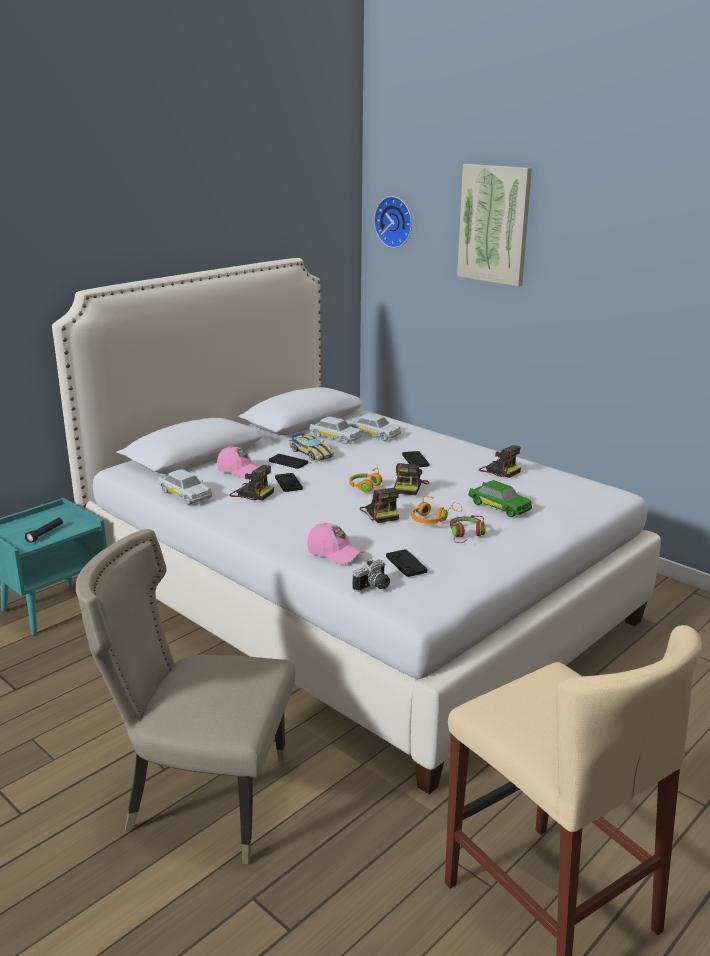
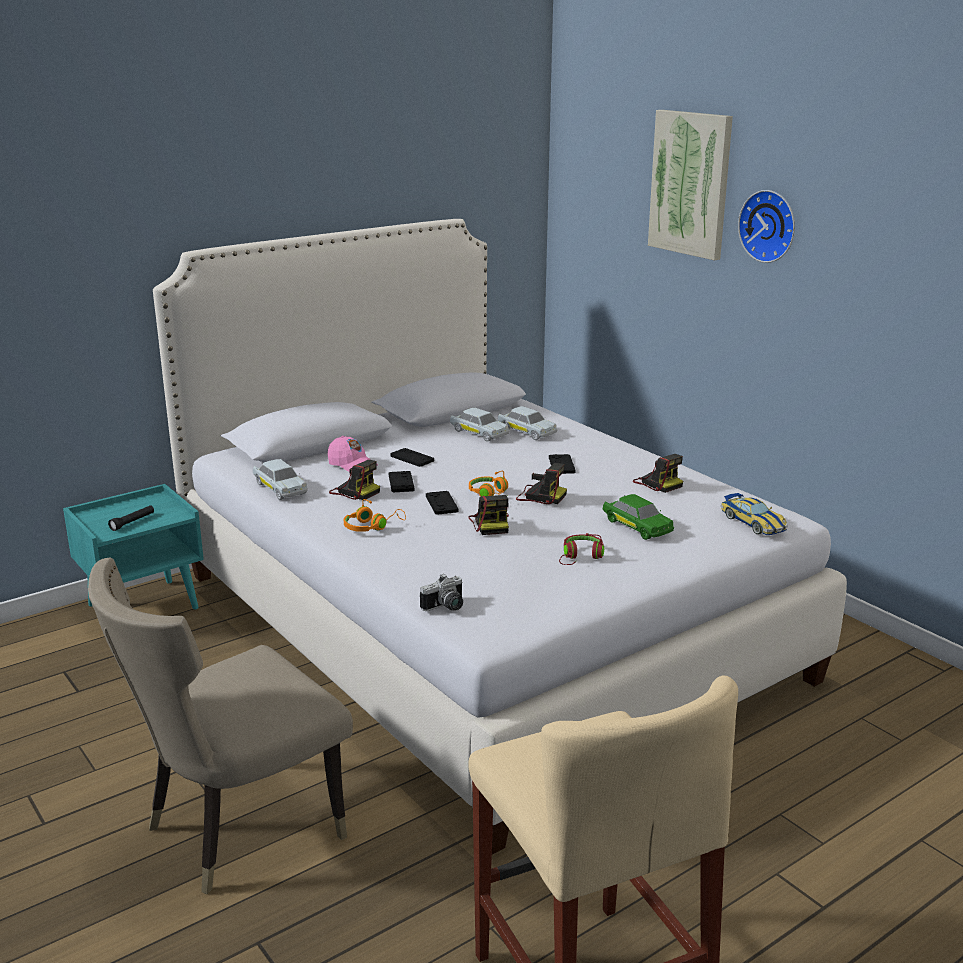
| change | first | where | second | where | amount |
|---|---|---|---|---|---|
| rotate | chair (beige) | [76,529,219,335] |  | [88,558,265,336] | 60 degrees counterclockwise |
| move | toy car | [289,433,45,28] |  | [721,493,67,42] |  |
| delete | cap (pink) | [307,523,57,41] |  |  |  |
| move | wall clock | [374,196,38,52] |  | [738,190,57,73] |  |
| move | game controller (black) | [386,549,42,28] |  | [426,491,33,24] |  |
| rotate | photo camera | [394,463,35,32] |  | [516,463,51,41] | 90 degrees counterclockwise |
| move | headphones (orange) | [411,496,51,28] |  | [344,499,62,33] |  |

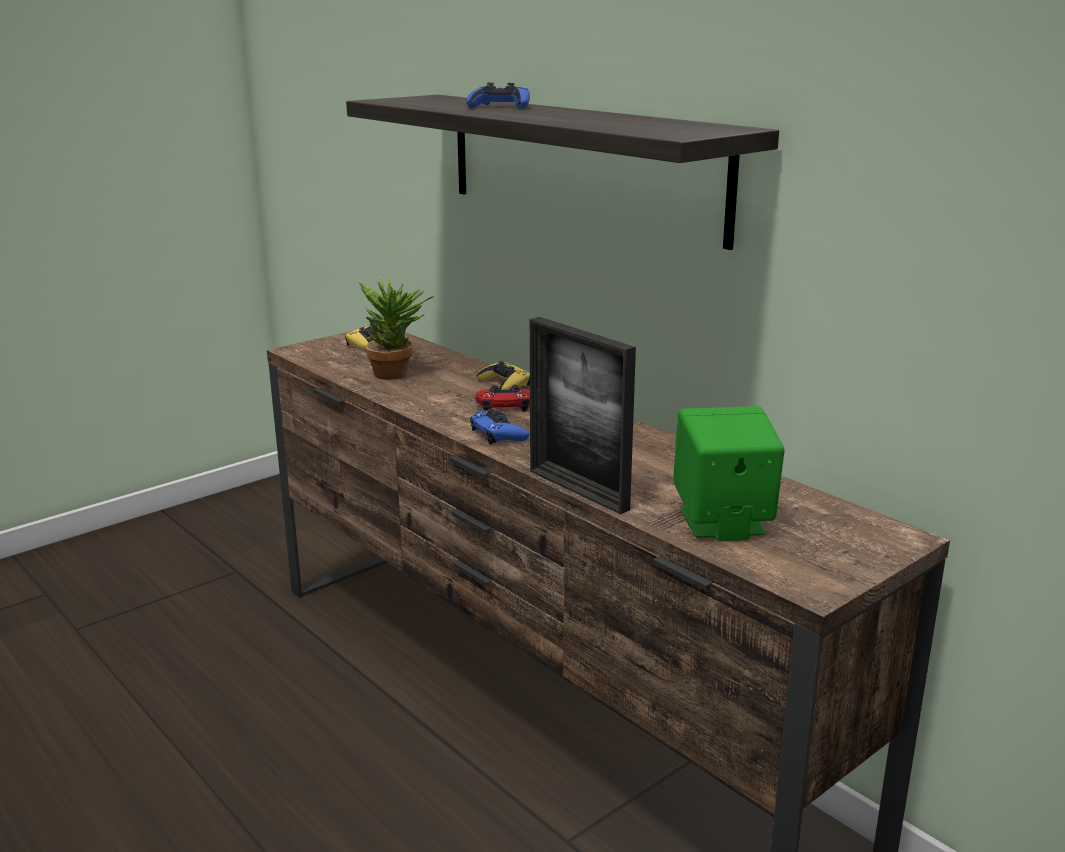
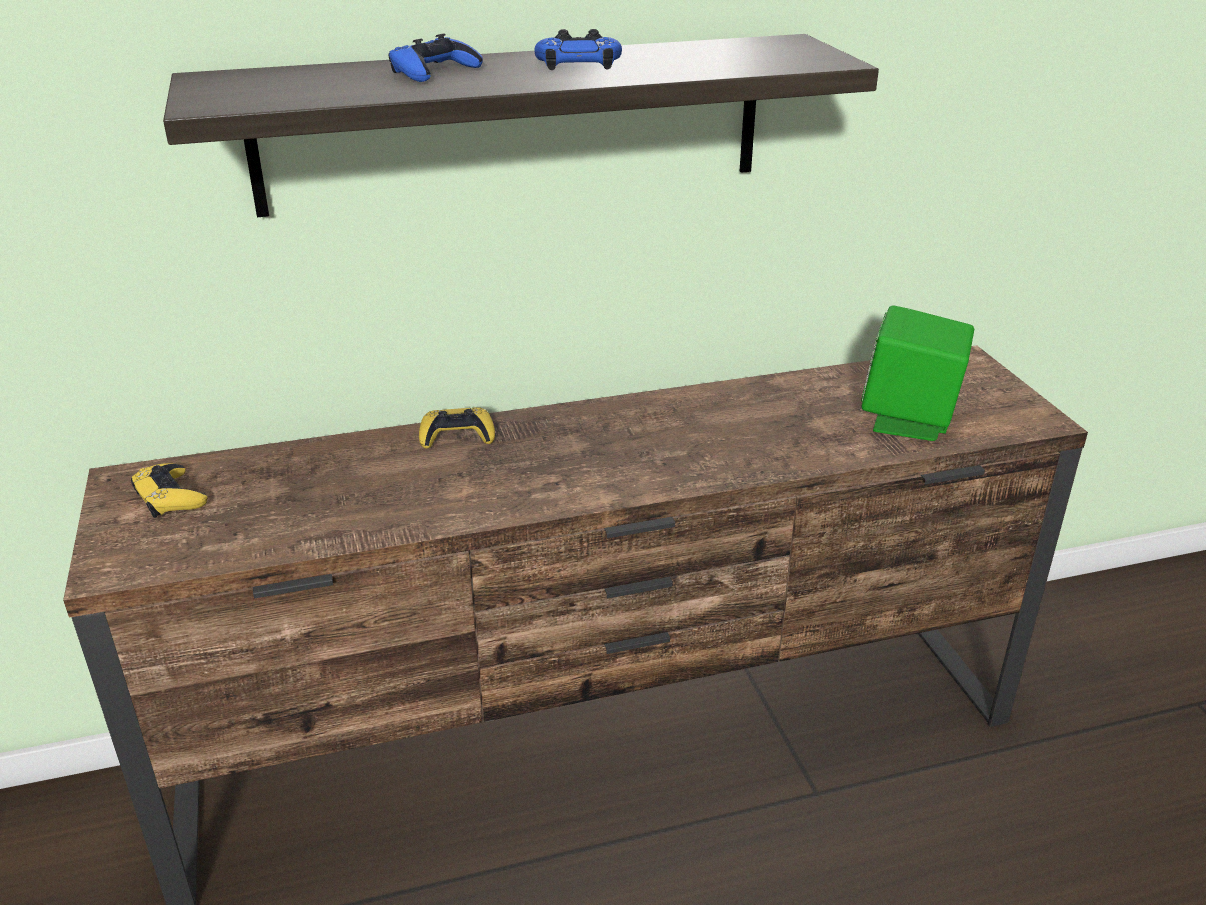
| change | first | where | second | where | amount |
|---|---|---|---|---|---|
| delete | potted plant | [358,277,76,103] |  |  |  |
| move | game controller (blue) | [470,408,59,37] |  | [534,29,88,41] |  |
| delete | game controller (red) | [475,385,55,27] |  |  |  |
| delete | picture frame | [530,317,106,197] |  |  |  |

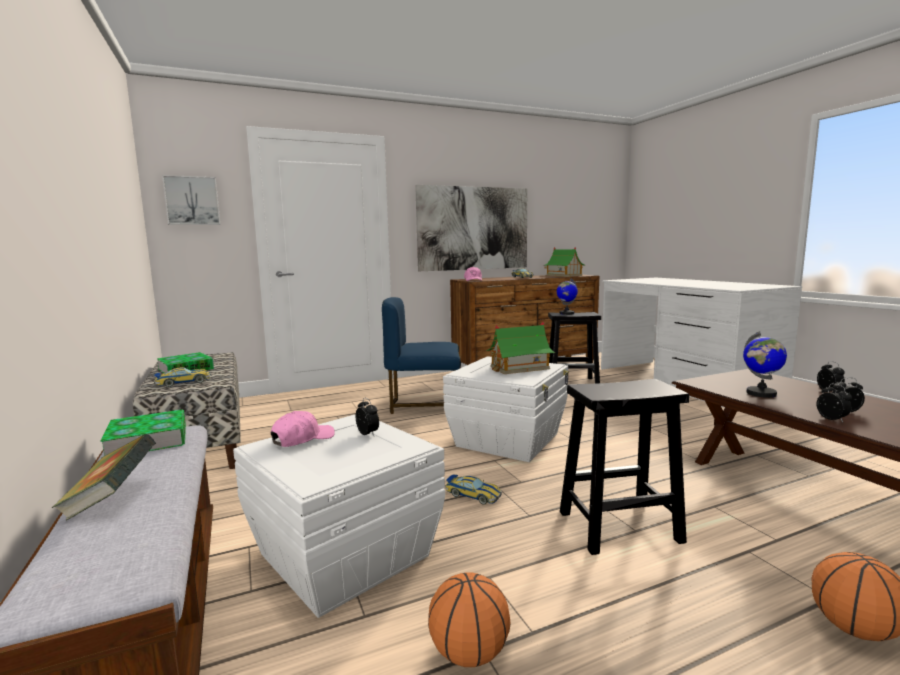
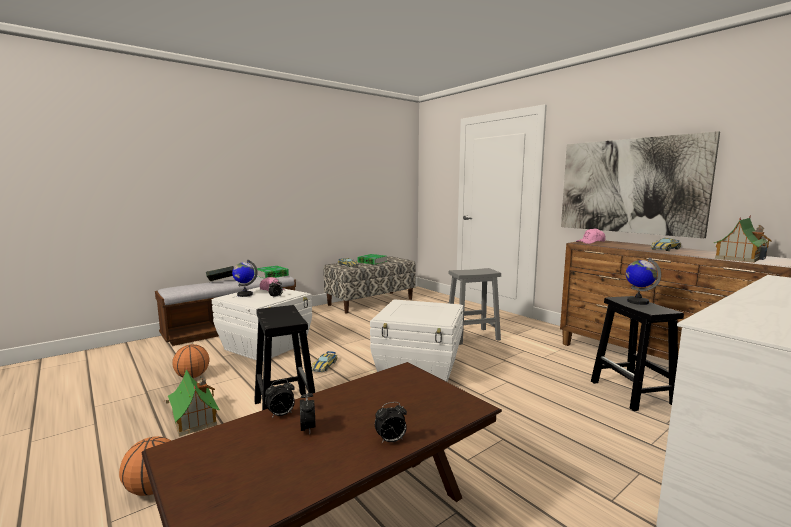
| change | first | where | second | where | amount |
|---|---|---|---|---|---|
| delete | picture | [162,175,58,50] |  |  |  |
| replace | chair (blue) | [382,297,79,117] | stool (grey) | [449,268,52,77] |  |
| move | toy house | [486,322,69,52] |  | [166,368,54,69] |  |
| move | globe | [743,331,44,67] |  | [232,260,26,37] |  |

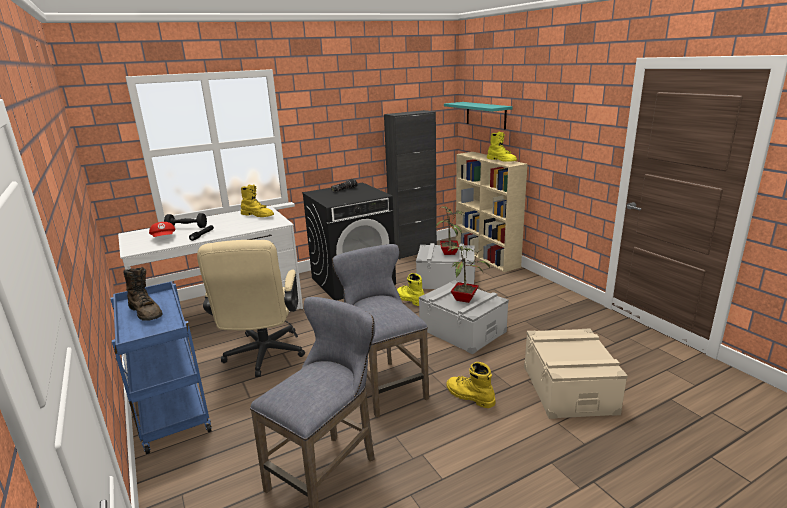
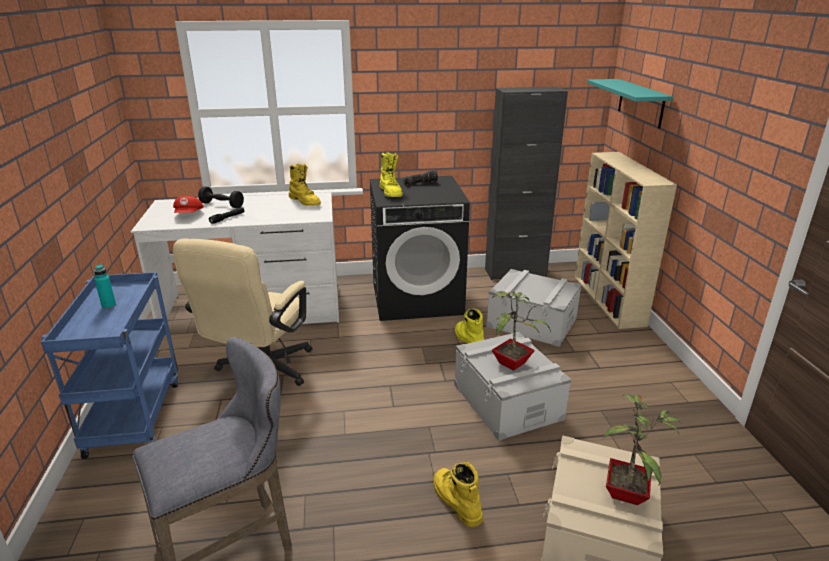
| change | first | where | second | where | amount |
|---|---|---|---|---|---|
| replace | boot (brown) | [124,267,39,54] | bottle (turquoise) | [94,264,22,45] |  |
| delete | stool (grey) | [332,244,97,174] |  |  |  |
| move | potted plant | [435,206,30,49] |  | [603,394,77,111] |  |
| move | boot (yellow) | [487,132,30,30] |  | [380,152,23,45] |  |

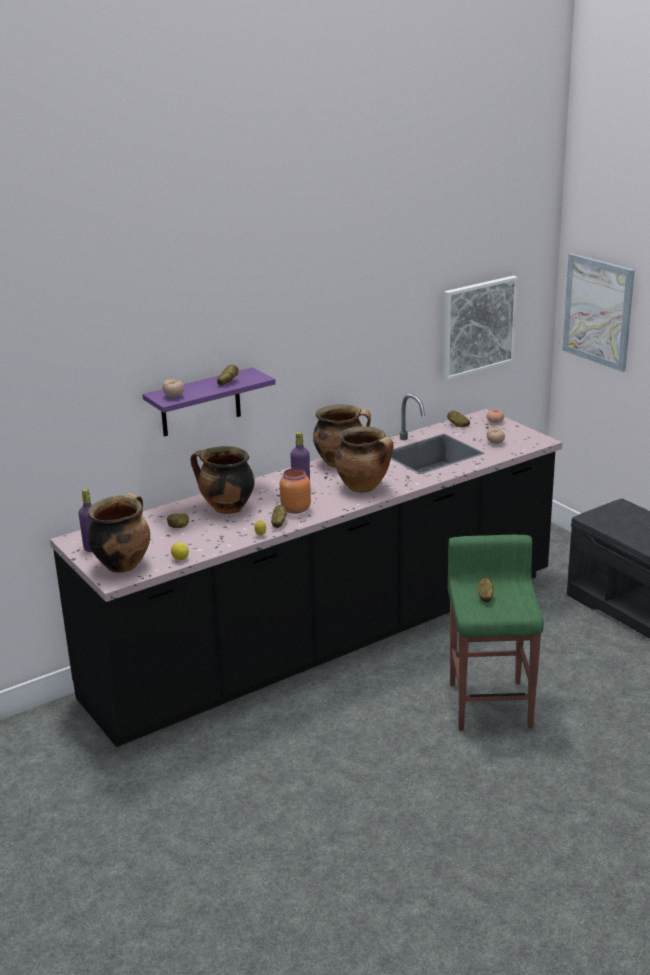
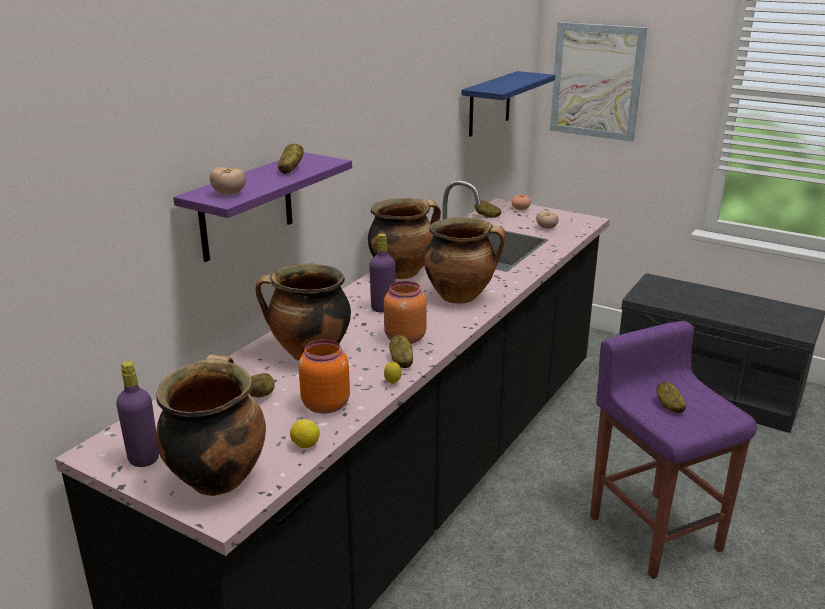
| change | first | where | second | where | amount |
|---|---|---|---|---|---|
| replace | picture | [443,276,75,104] | shelf (blue) | [462,71,93,66] |  |
| recolor | stool (green) | [448,535,96,196] | stool (purple) | [590,321,167,258] |  |
| insert |  |  | jar (orange) | [299,339,51,75] |  |

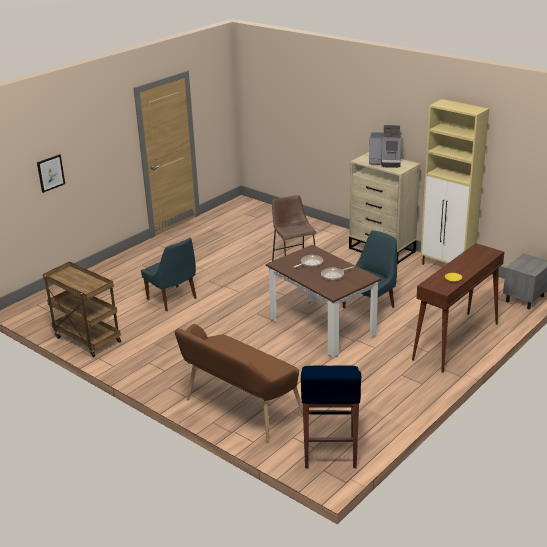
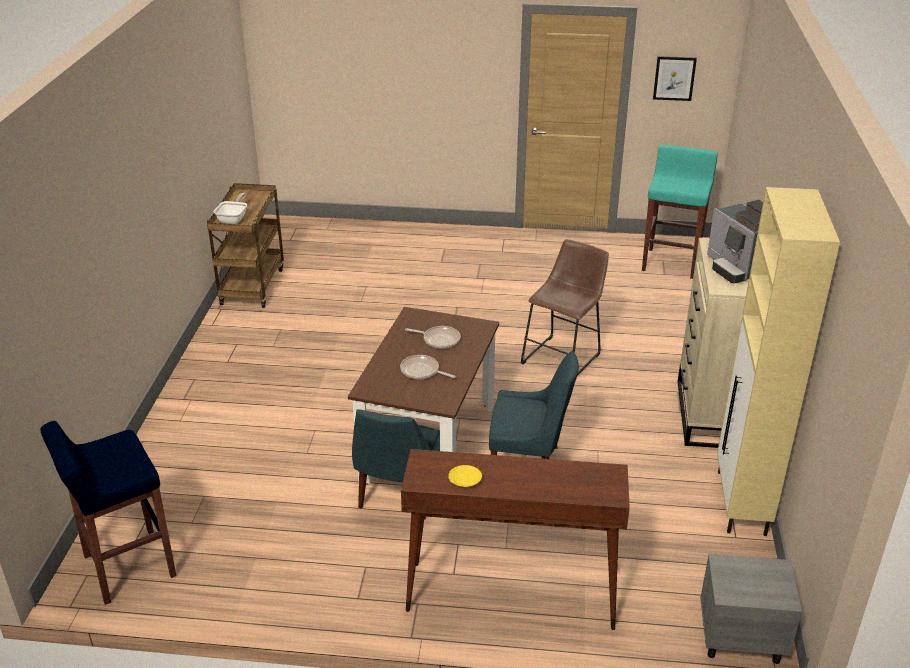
| change | first | where | second | where | amount |
|---|---|---|---|---|---|
| move | picture | [37,154,28,39] |  | [653,56,44,45] |  |
| move | chair (blue) | [141,238,56,73] |  | [352,409,88,111] |  |
| delete | bench (brown) | [175,324,128,119] |  |  |  |
| insert |  |  | frying pan | [214,193,33,31] |  |
| insert |  |  | stool (turquoise) | [642,145,76,134] |  |

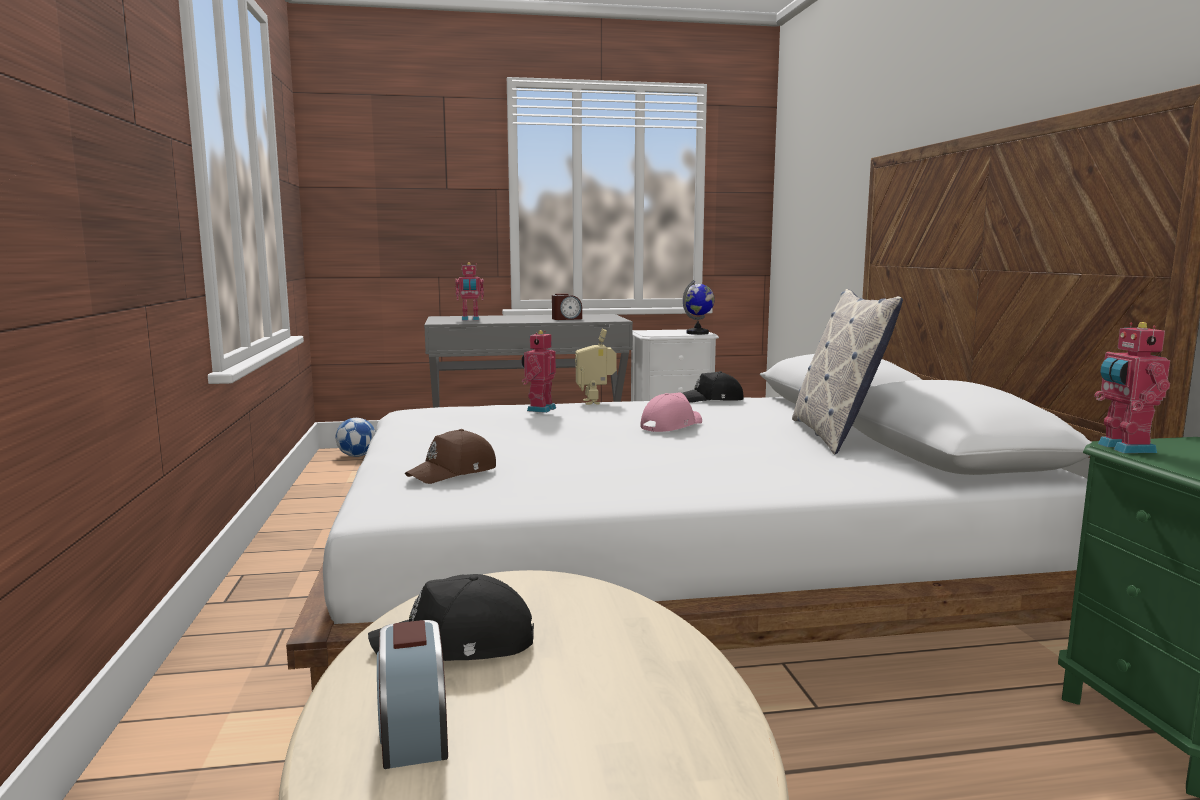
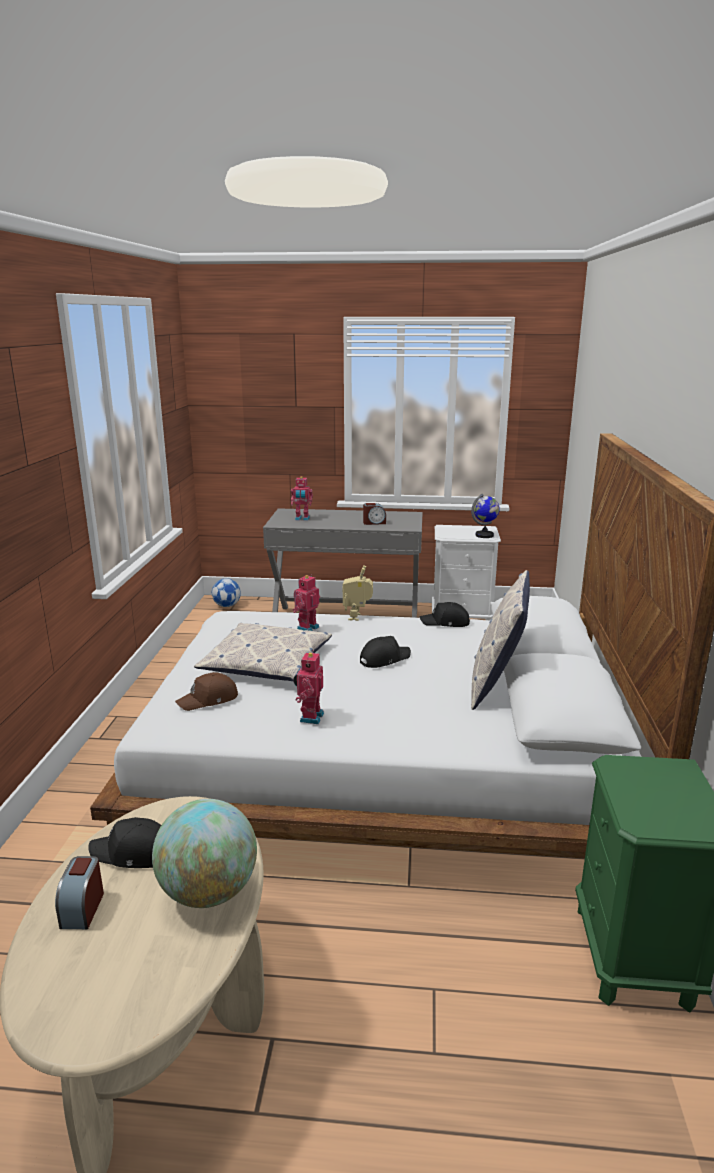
| change | first | where | second | where | amount |
|---|---|---|---|---|---|
| recolor | cap (pink) | [641,392,61,40] | cap (black) | [360,636,51,32] |  |
| move | toy robot | [1094,322,76,131] |  | [293,650,31,74] |  |
| insert |  |  | globe | [152,799,105,109] |  |
| insert |  |  | pillow | [194,623,138,58] |  |

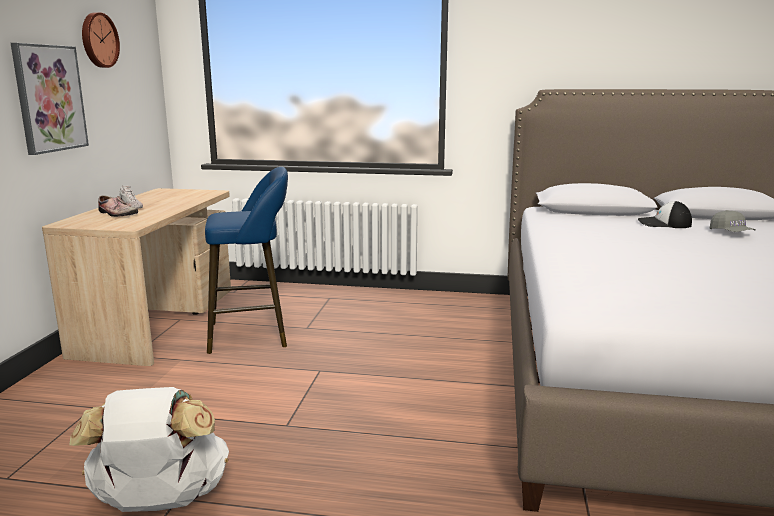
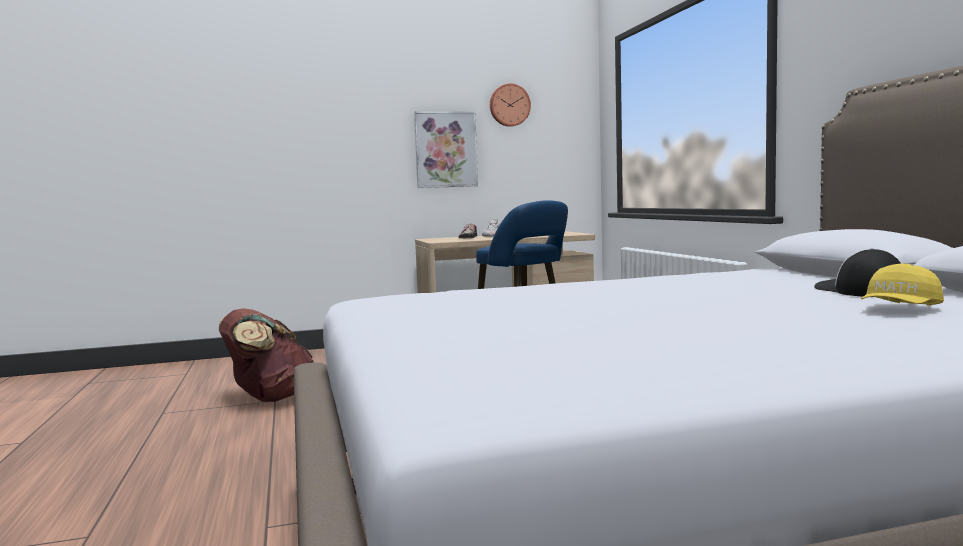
| change | first | where | second | where | amount |
|---|---|---|---|---|---|
| recolor | backpack (white) | [69,387,160,125] | backpack (brown) | [219,308,95,94] |  |
| recolor | cap (grey) | [709,210,47,22] | cap (yellow) | [861,263,83,42] |  |

